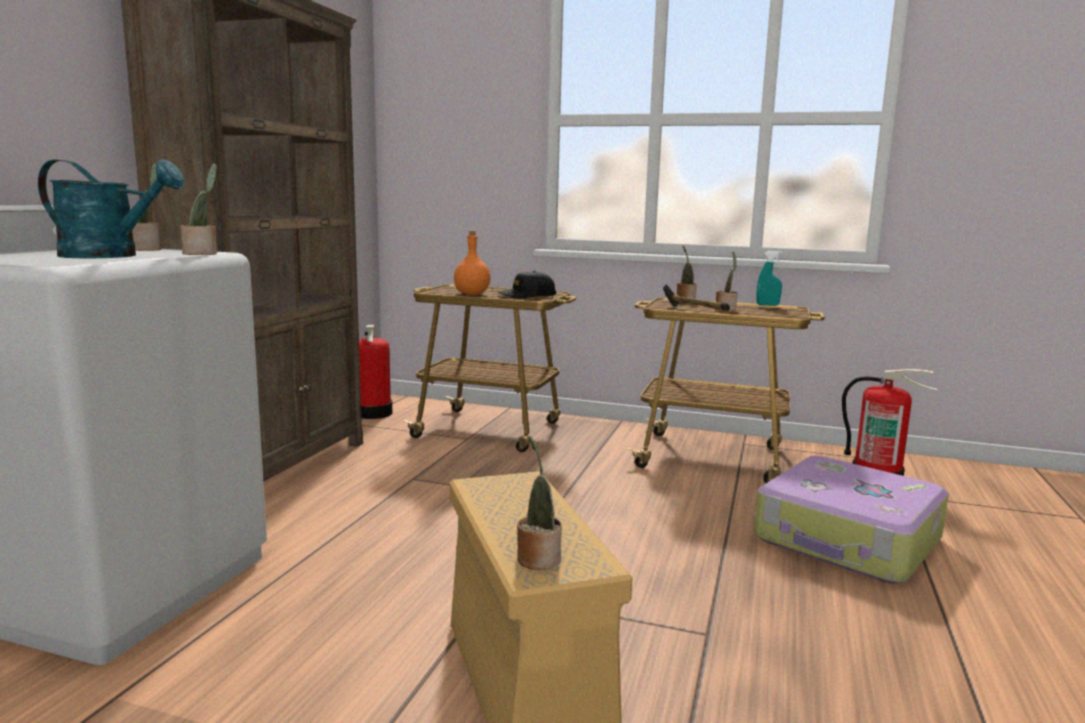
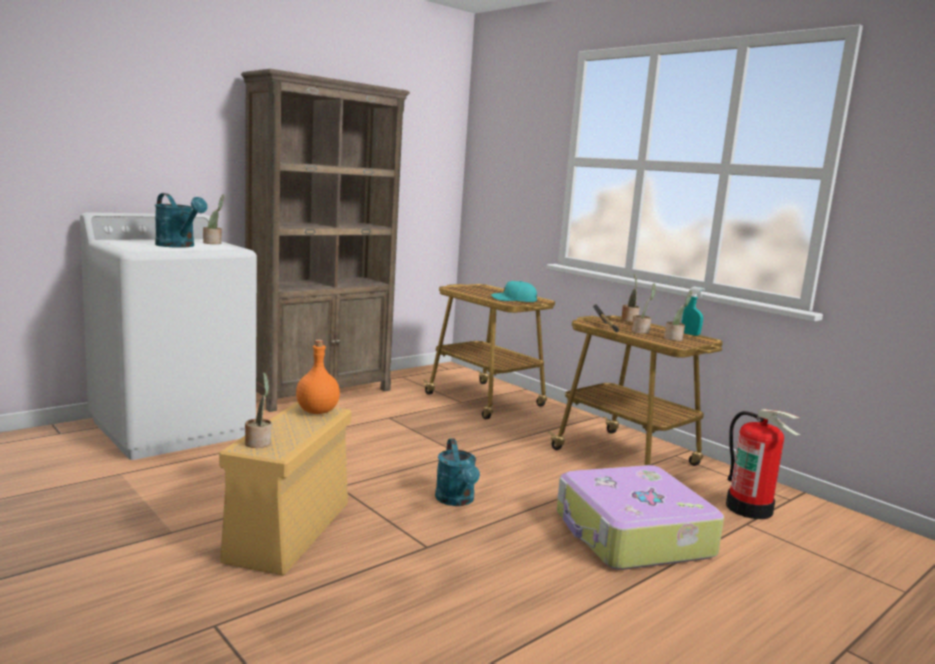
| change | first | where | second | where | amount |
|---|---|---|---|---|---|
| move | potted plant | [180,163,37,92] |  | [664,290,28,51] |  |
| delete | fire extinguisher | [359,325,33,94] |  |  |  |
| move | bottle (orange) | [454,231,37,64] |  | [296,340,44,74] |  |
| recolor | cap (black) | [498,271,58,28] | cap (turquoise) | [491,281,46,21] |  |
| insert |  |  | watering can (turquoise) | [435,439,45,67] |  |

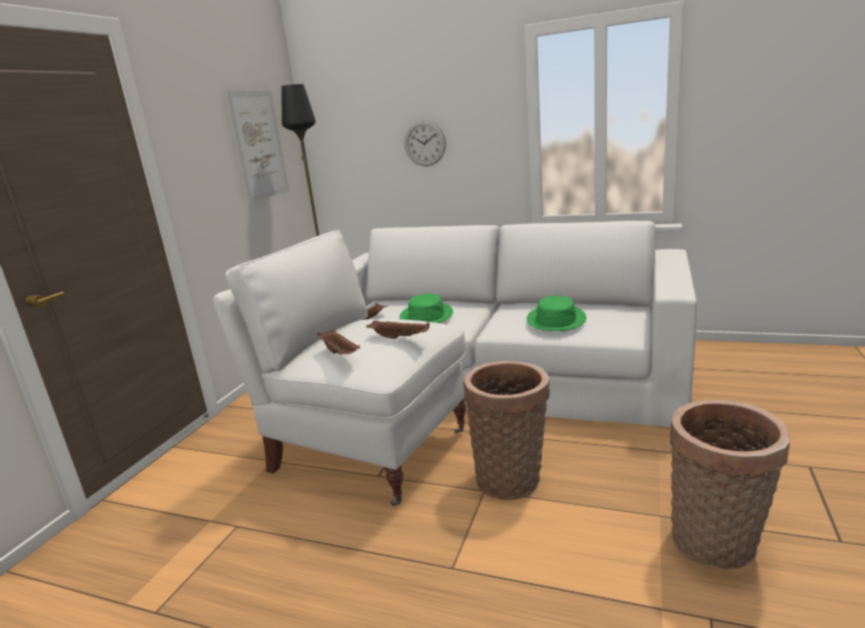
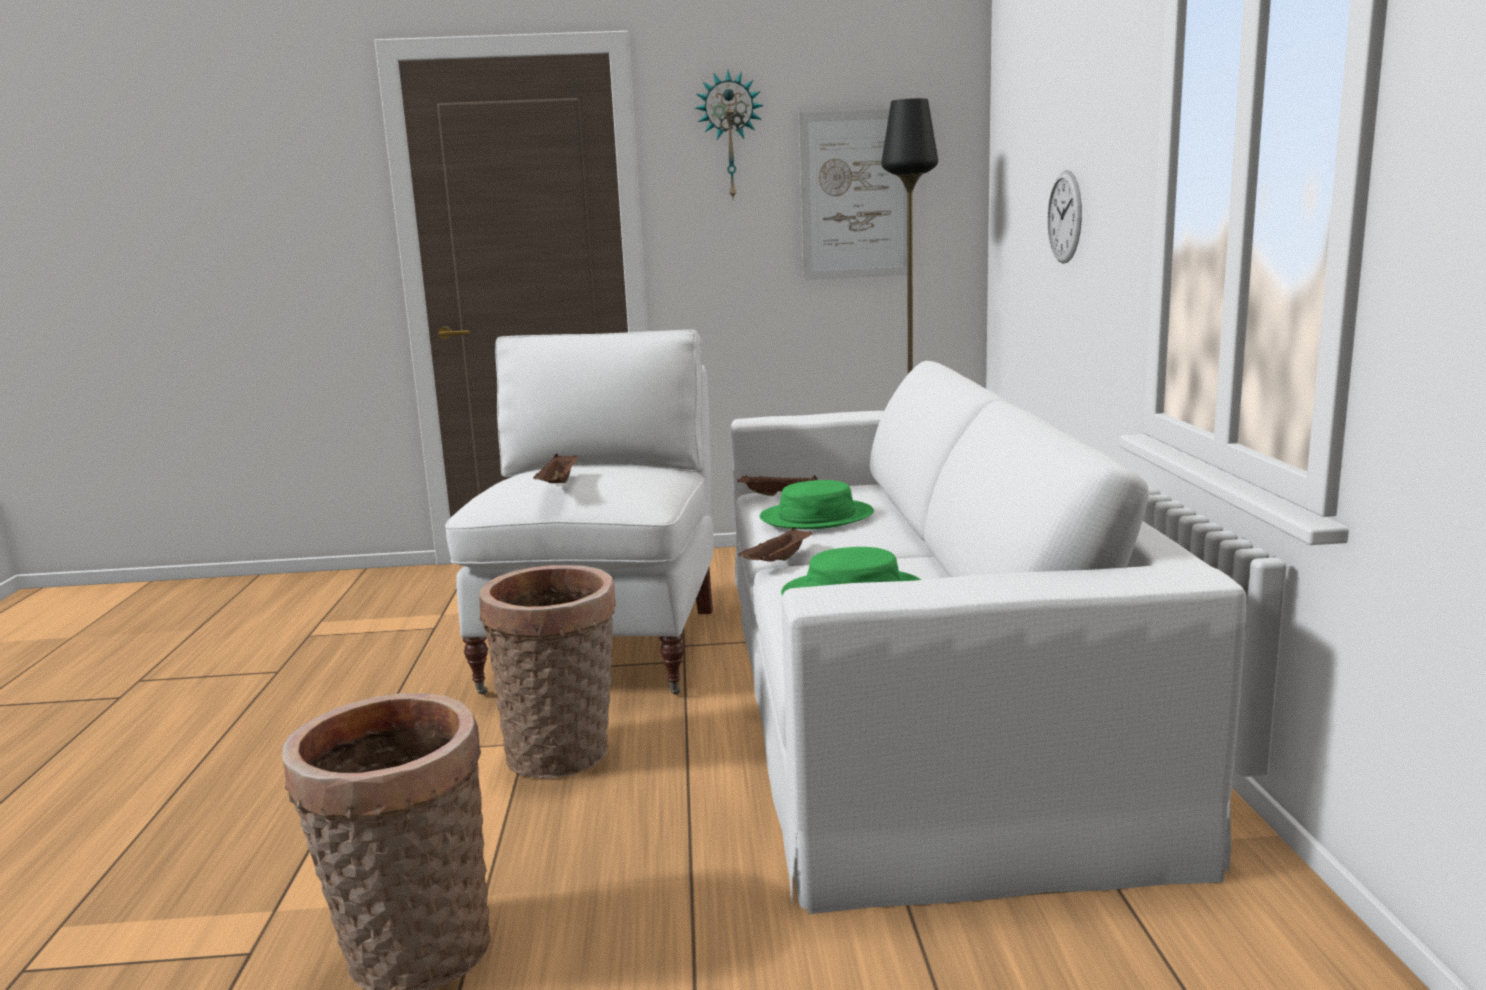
| change | first | where | second | where | amount |
|---|---|---|---|---|---|
| move | tray (brown) | [317,330,43,25] |  | [738,527,74,34] |  |
| insert |  |  | wall clock | [695,70,69,131] |  |

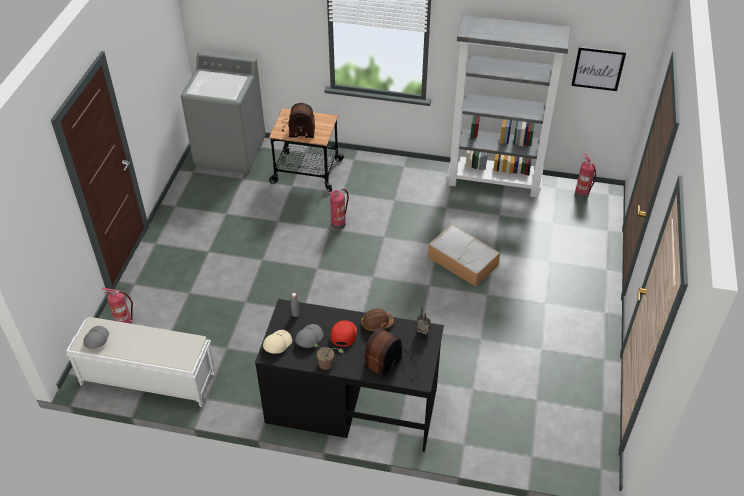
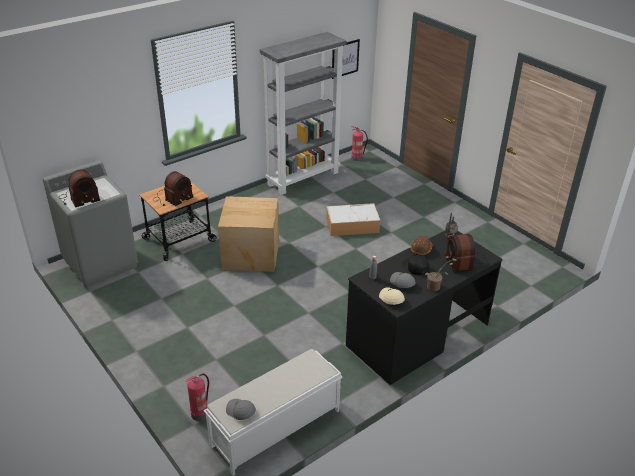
| change | first | where | second | where | amount |
|---|---|---|---|---|---|
| replace | fire extinguisher | [329,189,20,41] | cardboard box | [218,196,61,76] |  |
| recolor | cap (red) | [330,320,27,27] | cap (black) | [402,255,27,20] |  |
| insert |  |  | radio | [60,170,40,37] |  |

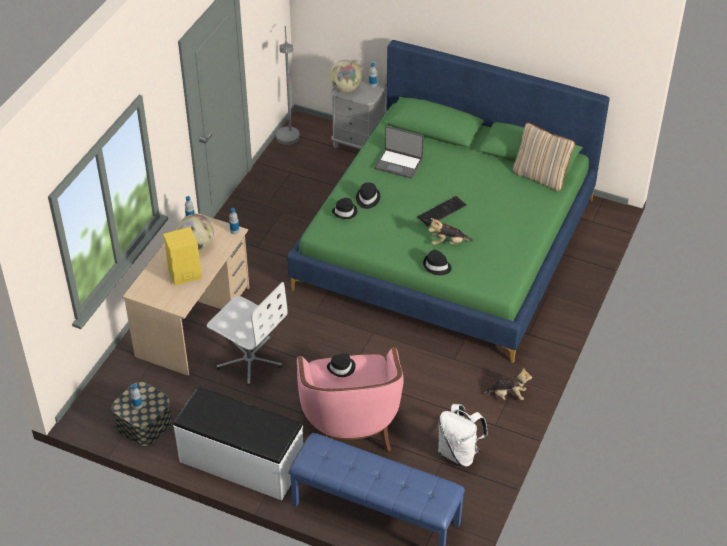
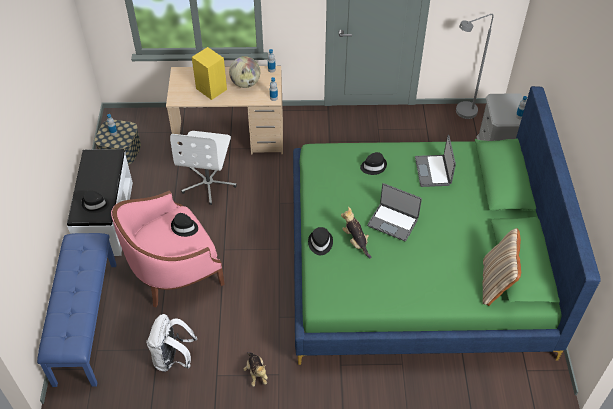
| change | first | where | second | where | amount |
|---|---|---|---|---|---|
| delete | globe | [330,60,32,32] |  |  |  |
| move | hat (black) | [332,198,25,21] |  | [81,190,29,23] |  |
| replace | keyboard | [417,196,50,30] | laptop | [367,183,55,59] |  |

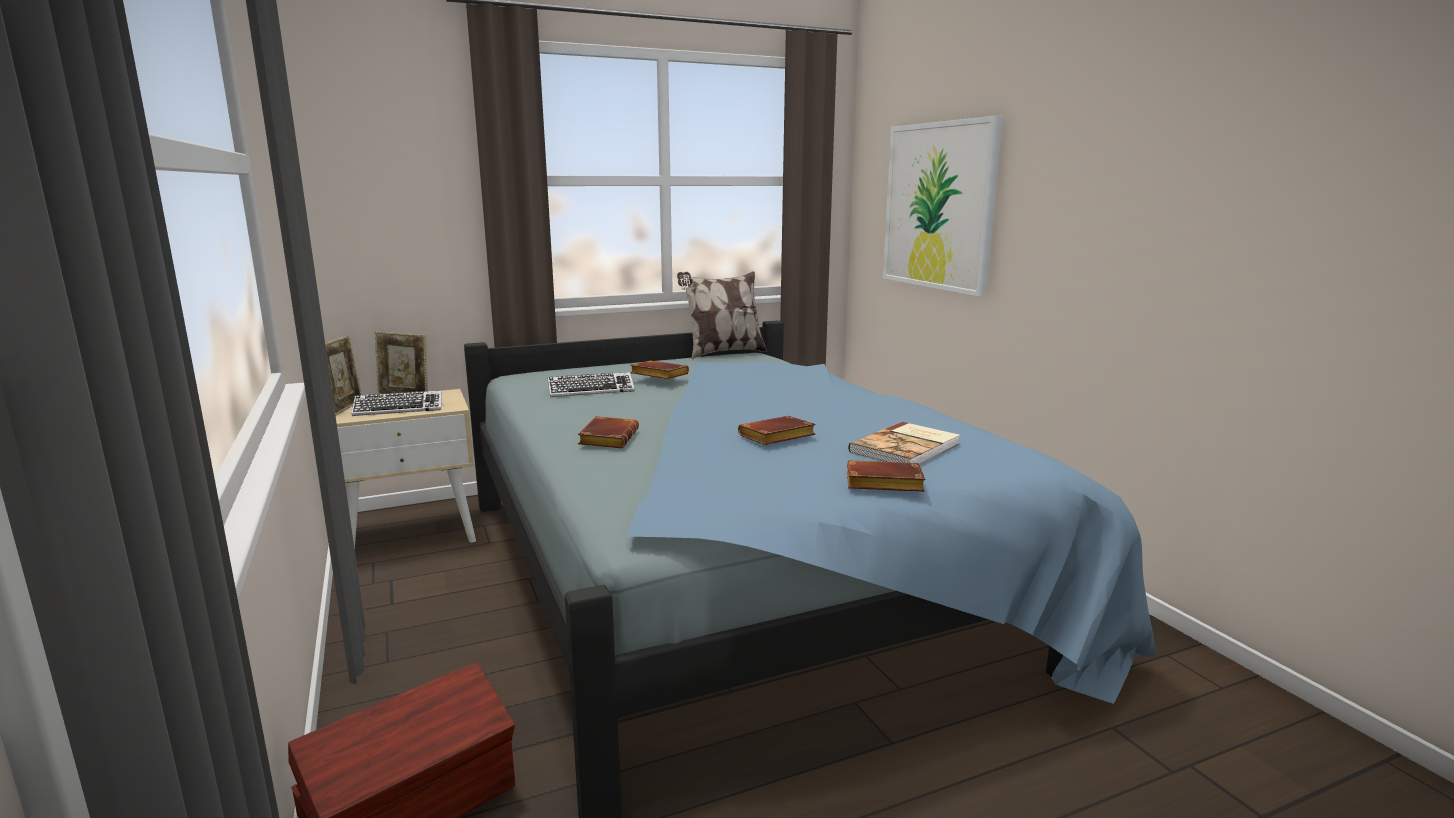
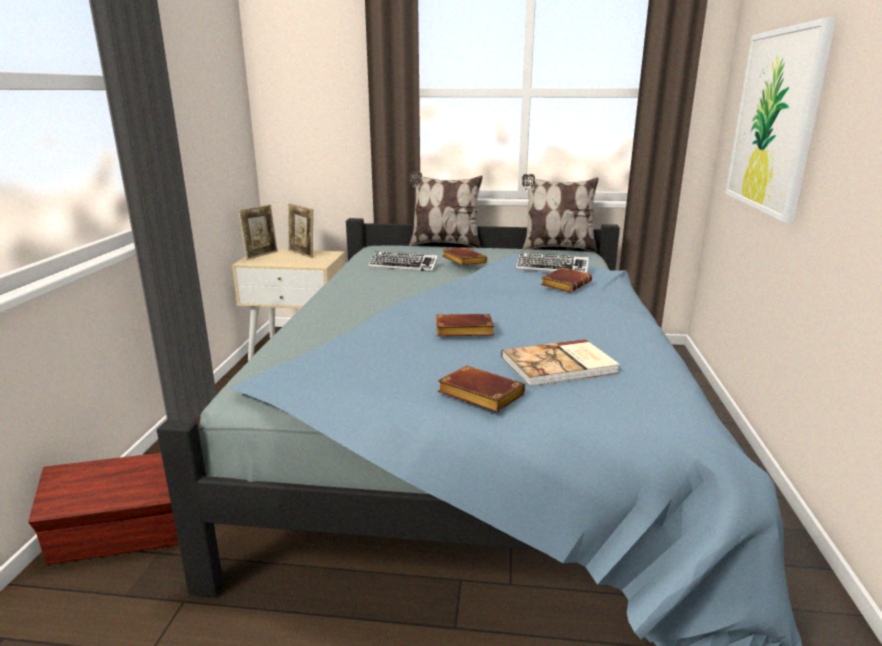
| change | first | where | second | where | amount |
|---|---|---|---|---|---|
| move | keyboard | [352,390,90,26] |  | [516,253,73,20] |  |
| move | book (brown) | [578,416,61,32] |  | [540,267,52,26] |  |
| insert |  |  | pillow | [409,172,74,76] |  |

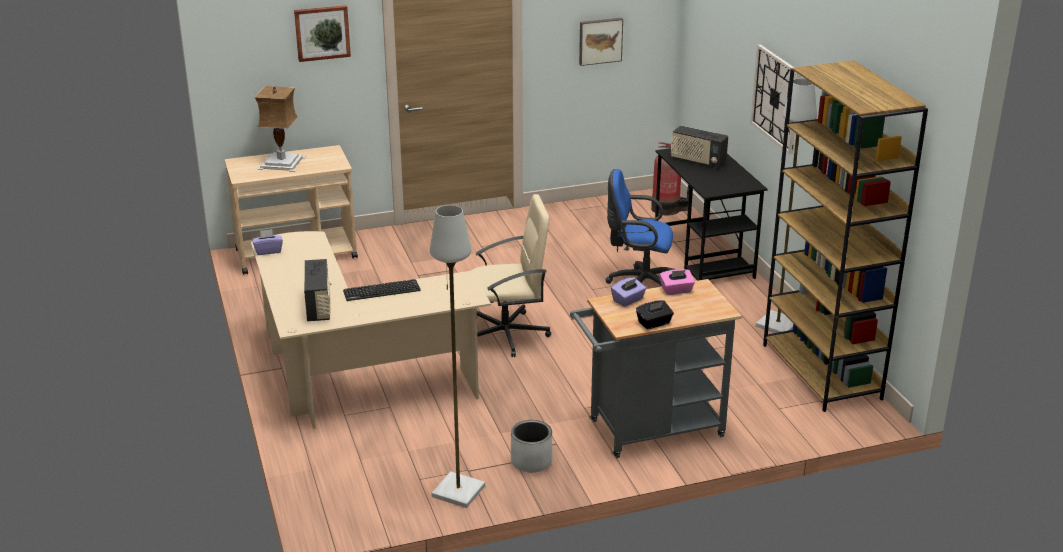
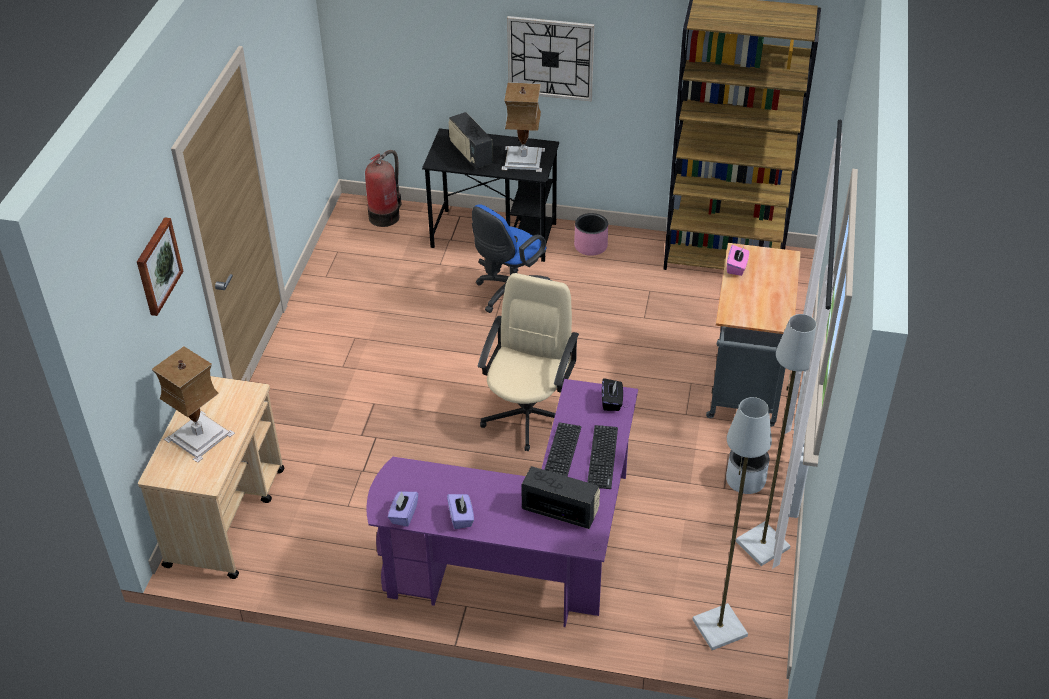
| change | first | where | second | where | amount |
|---|---|---|---|---|---|
| recolor | desk (beige) | [251,231,240,198] | desk (purple) | [366,379,272,248] |  |
| delete | picture | [579,18,44,48] |  |  |  |
| move | tissue box (purple) | [611,277,35,30] |  | [447,494,27,35] |  |
| move | tissue box (black) | [636,300,38,29] |  | [602,378,21,33] |  |
| rotate | radio | [671,126,57,42] |  | [449,112,44,57] | 90 degrees clockwise |
| move | floor lamp (grey) | [756,78,61,255] |  | [692,397,80,253] |  |
| insert |  |  | table lamp | [501,82,44,90] |  |
| insert |  |  | planter (pink) | [574,213,34,43] |  |
| insert |  |  | keyboard | [587,425,31,64] |  |

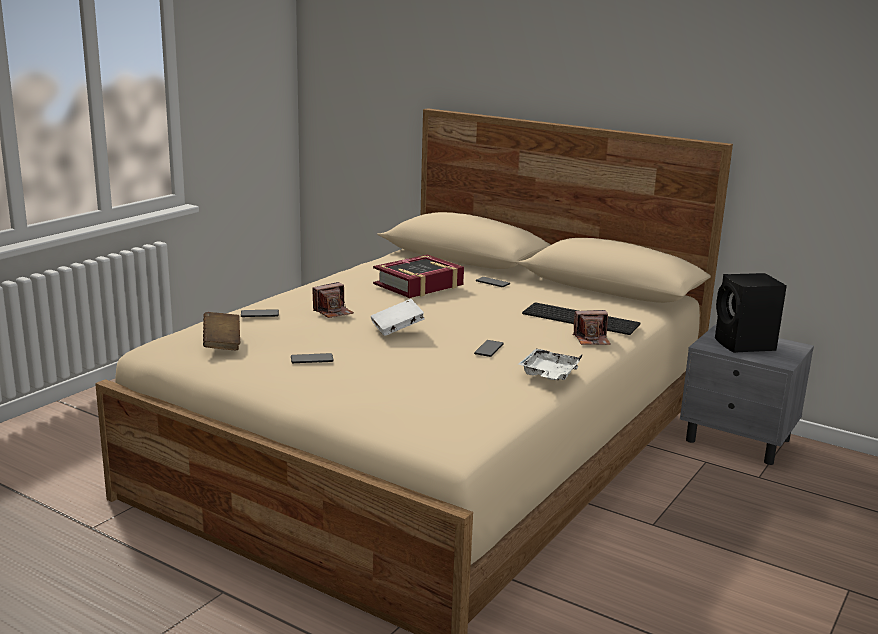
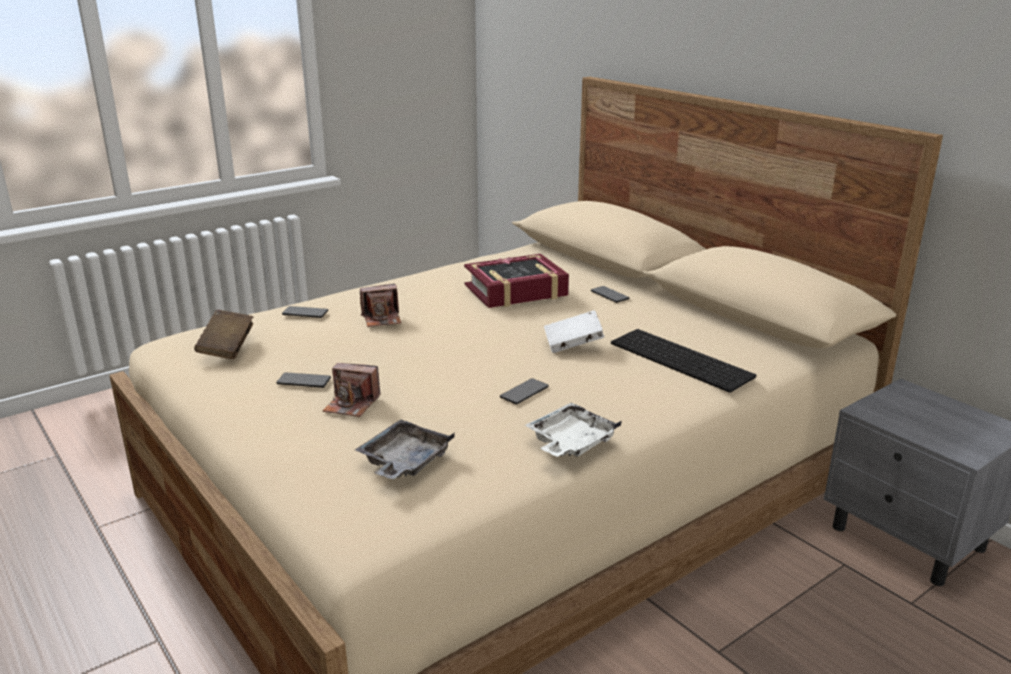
| change | first | where | second | where | amount |
|---|---|---|---|---|---|
| move | book (white) | [371,299,54,37] |  | [544,310,60,43] |  |
| move | photo camera | [573,310,38,35] |  | [323,363,57,54] |  |
| delete | speaker (black) | [715,273,72,80] |  |  |  |
| insert |  |  | tray (grey) | [355,419,100,60] |  |

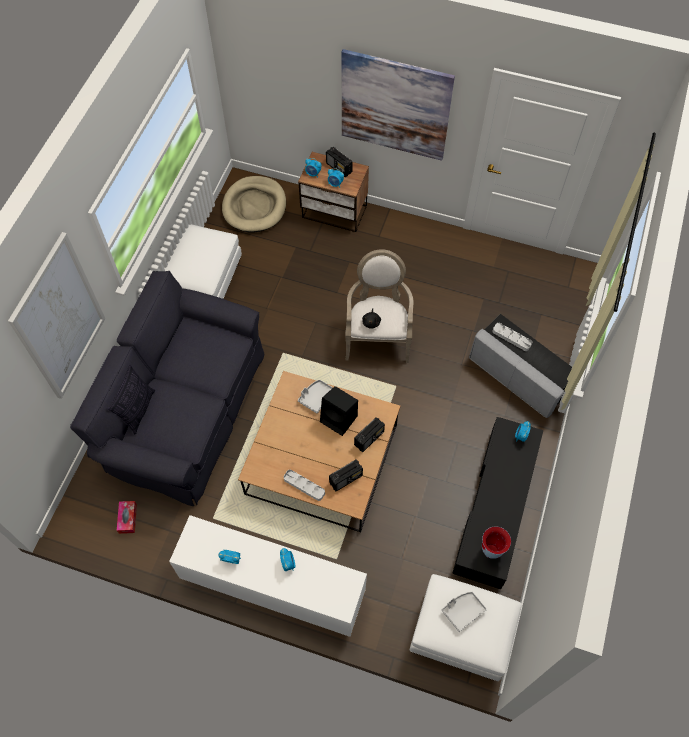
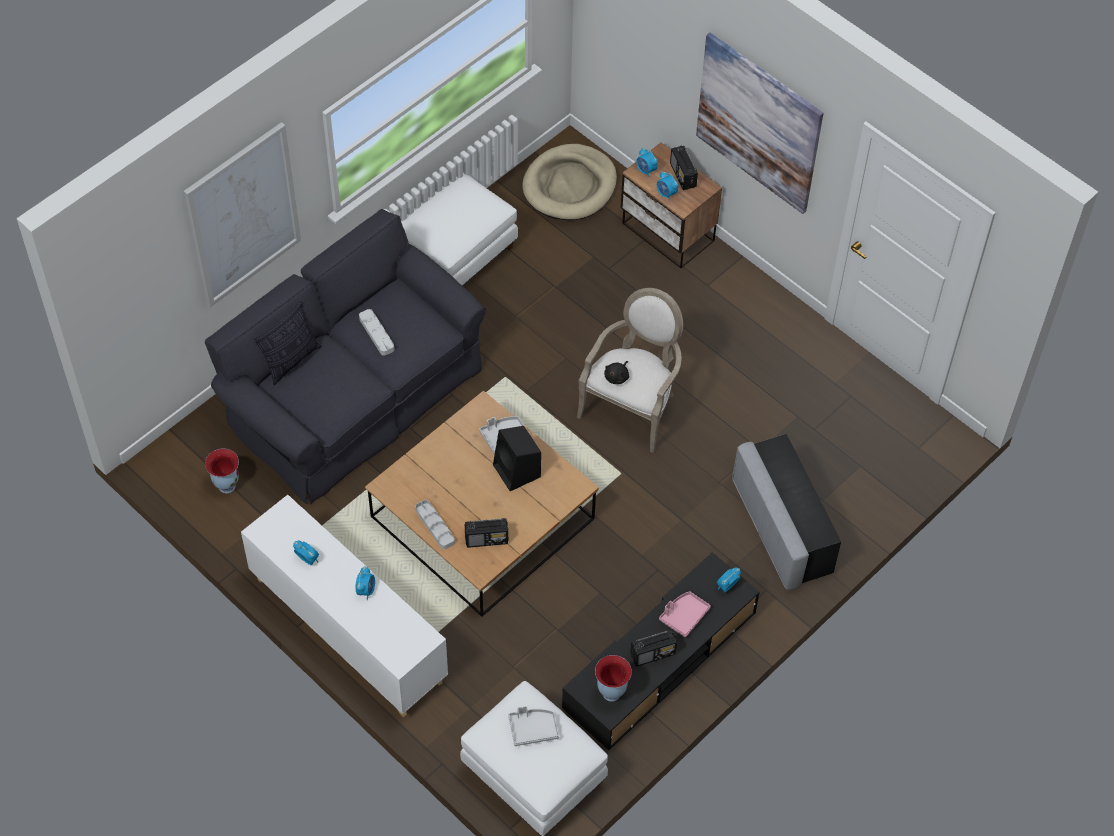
| change | first | where | second | where | amount |
|---|---|---|---|---|---|
| replace | tissue box | [117,501,20,33] | vase | [205,449,34,44] |  |
| move | radio | [354,417,31,35] |  | [630,630,47,37] |  |
| move | tray (grey) | [493,323,39,28] |  | [359,309,35,47] |  |
| insert |  |  | tray (pink) | [659,591,52,46] |  |

